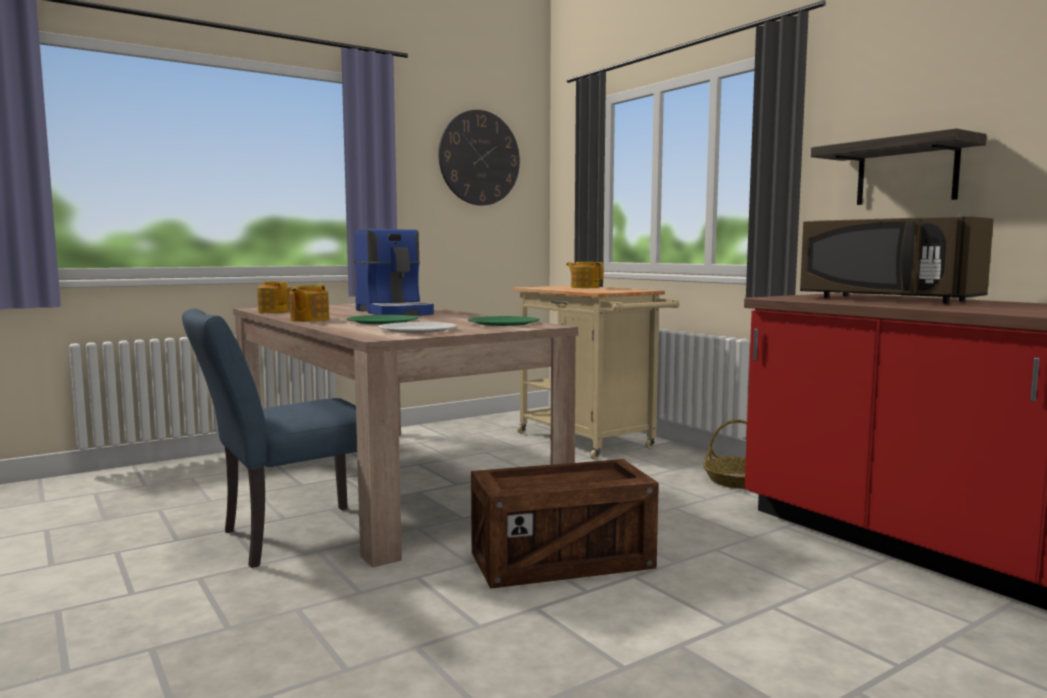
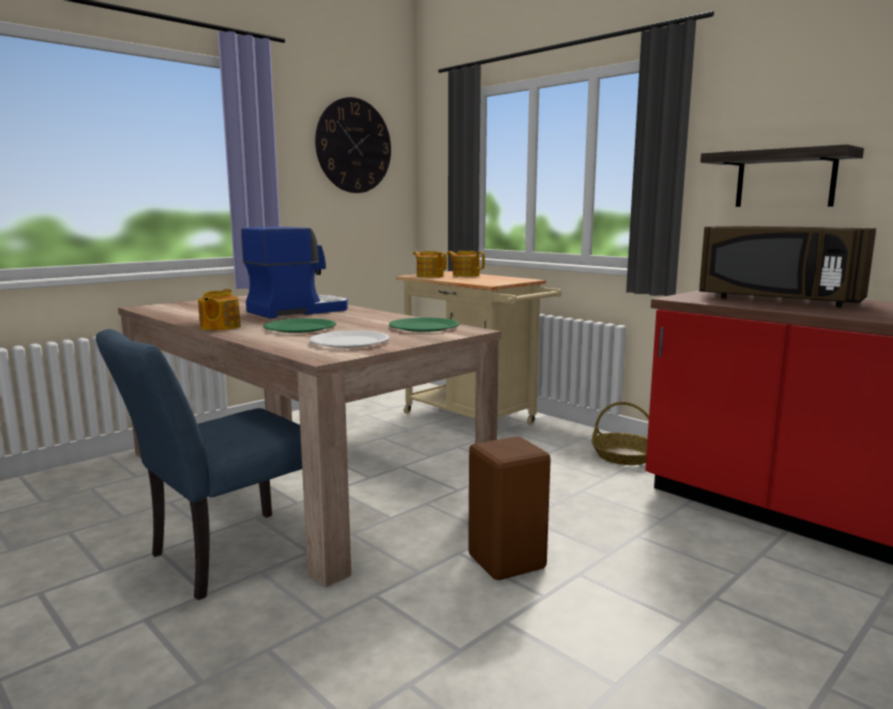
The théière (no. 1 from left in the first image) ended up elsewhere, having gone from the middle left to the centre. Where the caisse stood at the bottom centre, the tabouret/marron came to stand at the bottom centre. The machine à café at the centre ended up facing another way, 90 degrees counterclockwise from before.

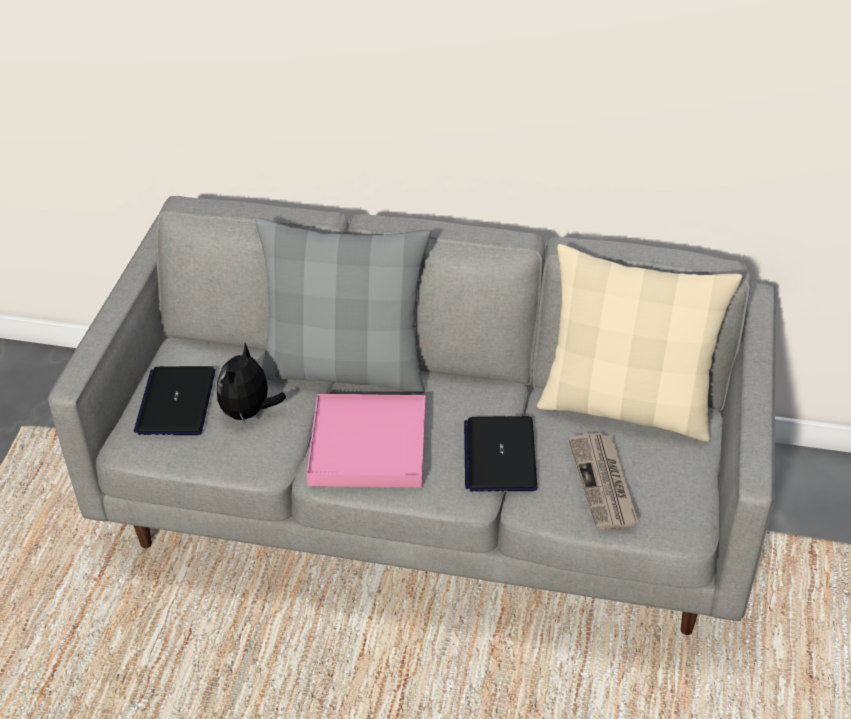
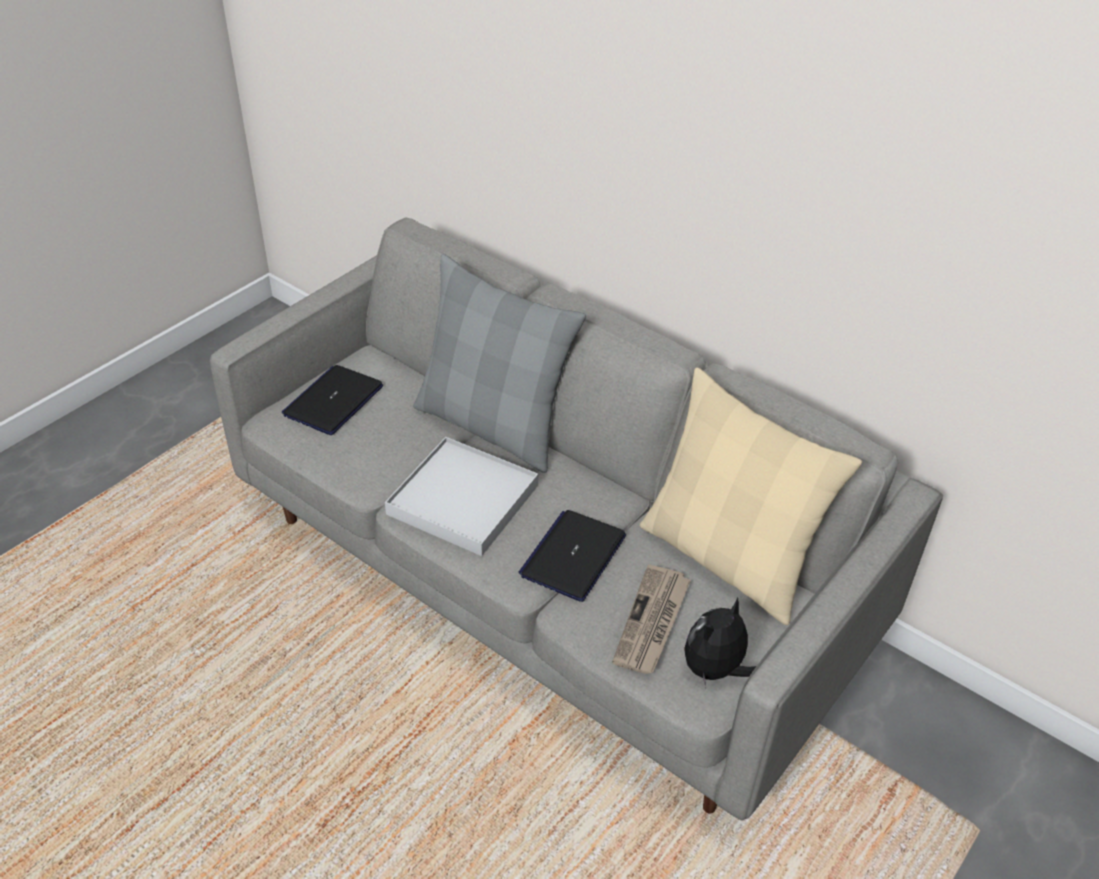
The peluche ended up elsewhere, having gone from the middle left to the bottom centre. What was the plateau/rose at the centre turned into the plateau/blanc at the centre.

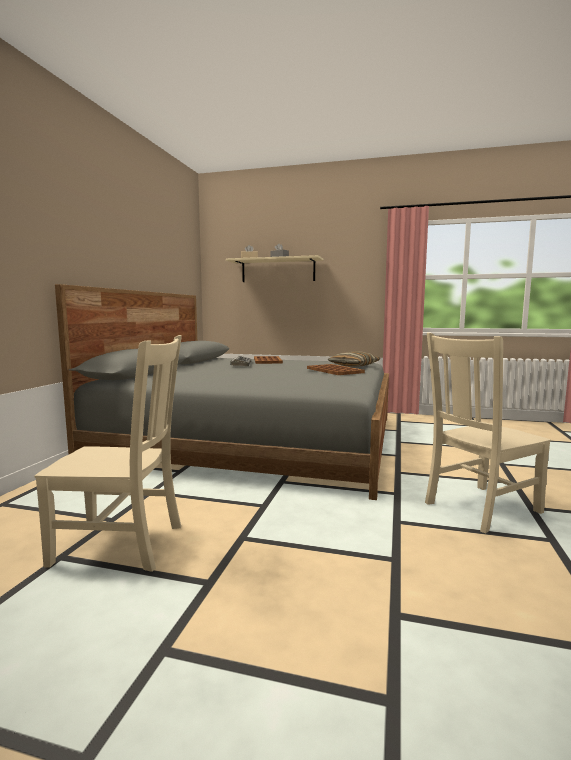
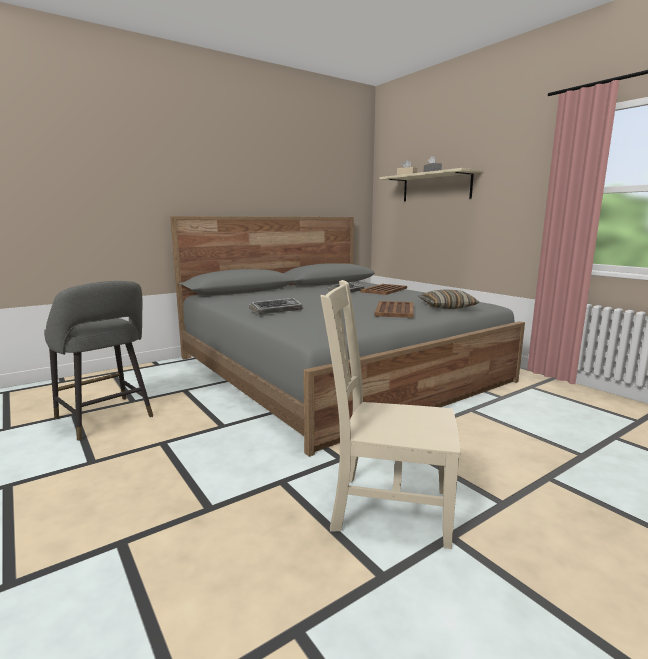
The second view gained the clavier (no. 1 from left) at the centre. Where the chaise/beige (no. 1 from left) stood at the middle left, the tabouret/gris came to stand at the middle left.

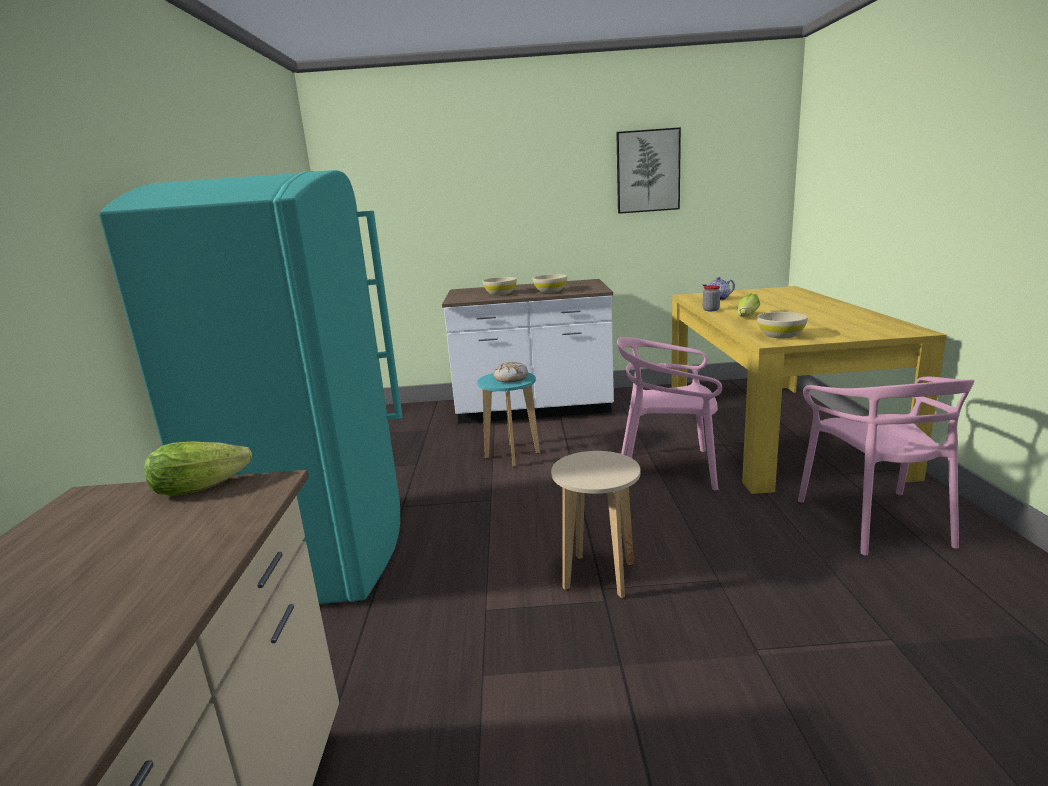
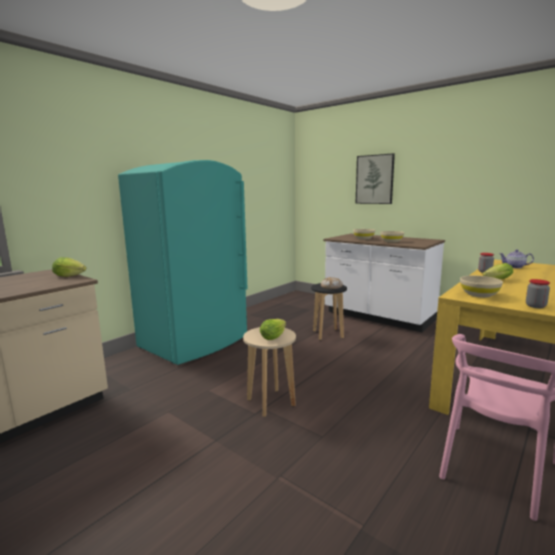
The second view lost the chaise/rose (no. 1 from left) at the centre. The second view gained the laitue (no. 2 from left) at the centre. The second view gained the bocal (no. 2 from left) at the middle right. The tableau ended up elsewhere, having gone from the top centre to the top right. What was the tabouret/turquoise at the centre turned into the tabouret/noir at the centre.

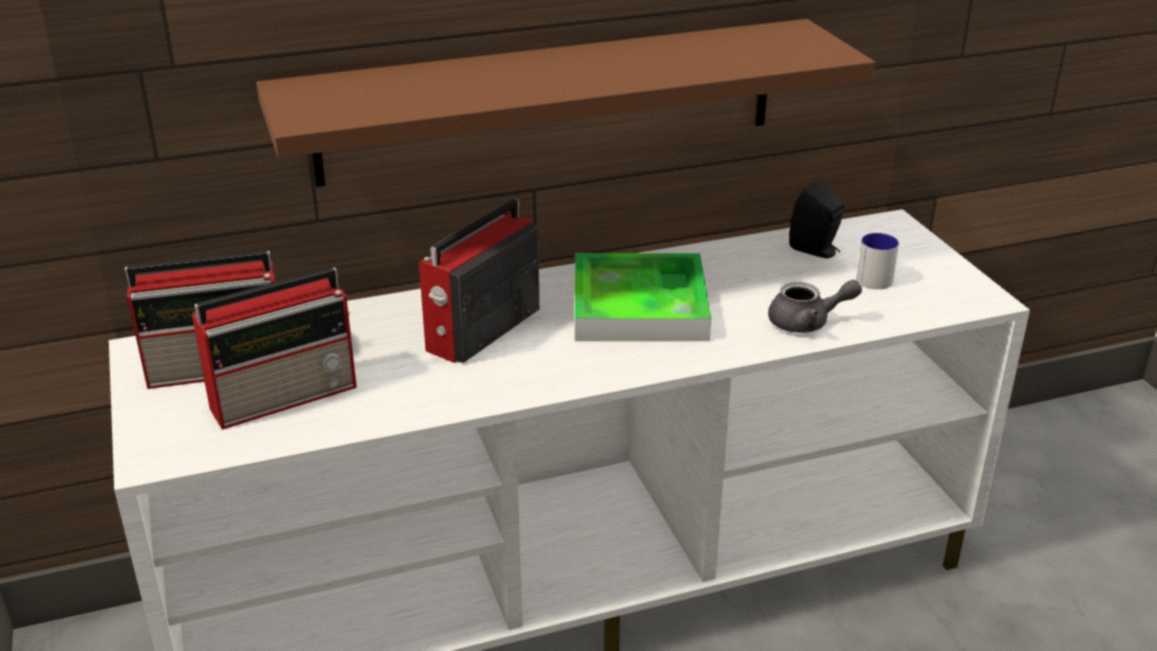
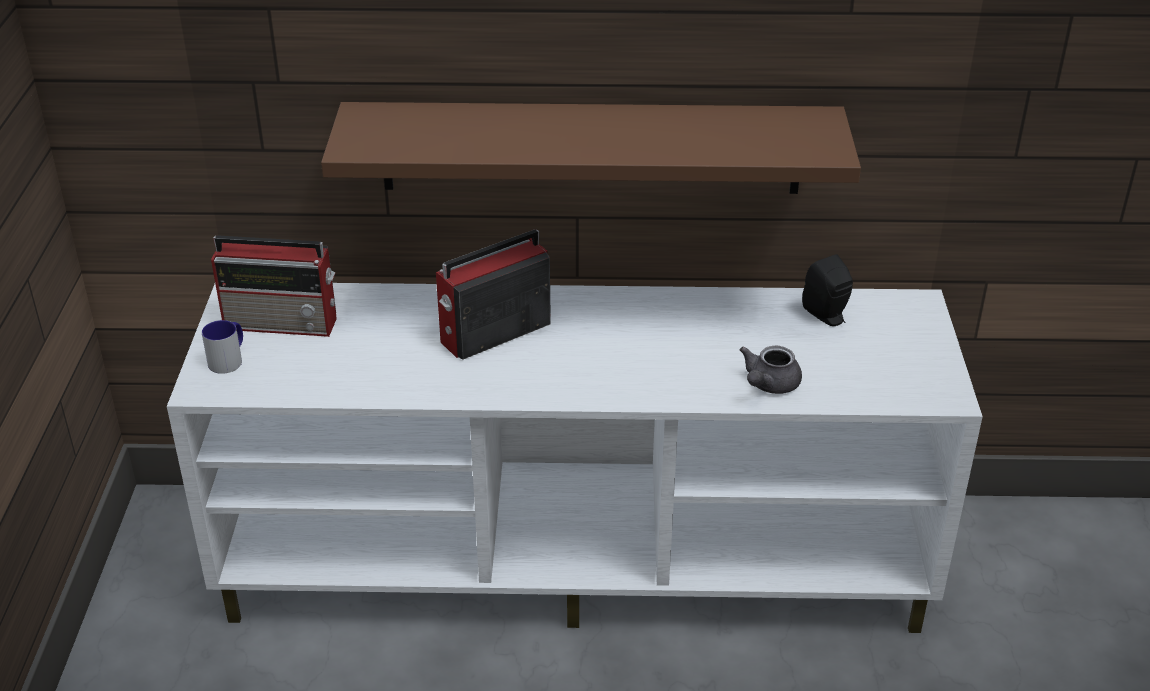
The second view lost the radio (no. 2 from left) at the middle left. The second view lost the plateau at the centre. The mug ended up elsewhere, having gone from the middle right to the middle left. The théière/gris at the middle right ended up facing another way, 105 degrees clockwise from before.

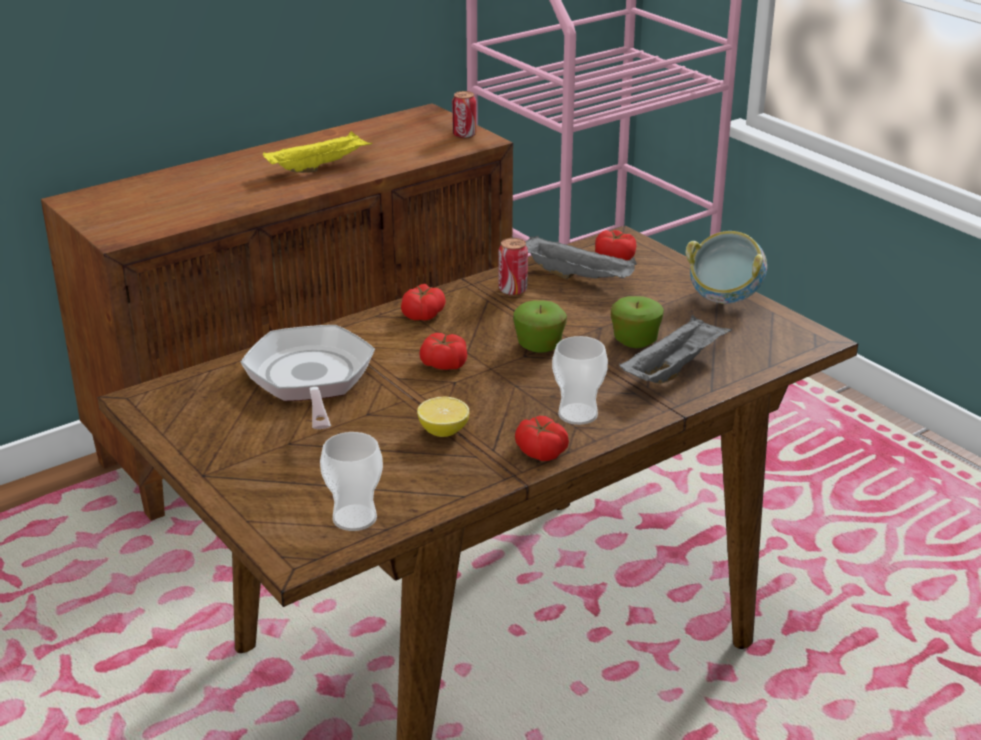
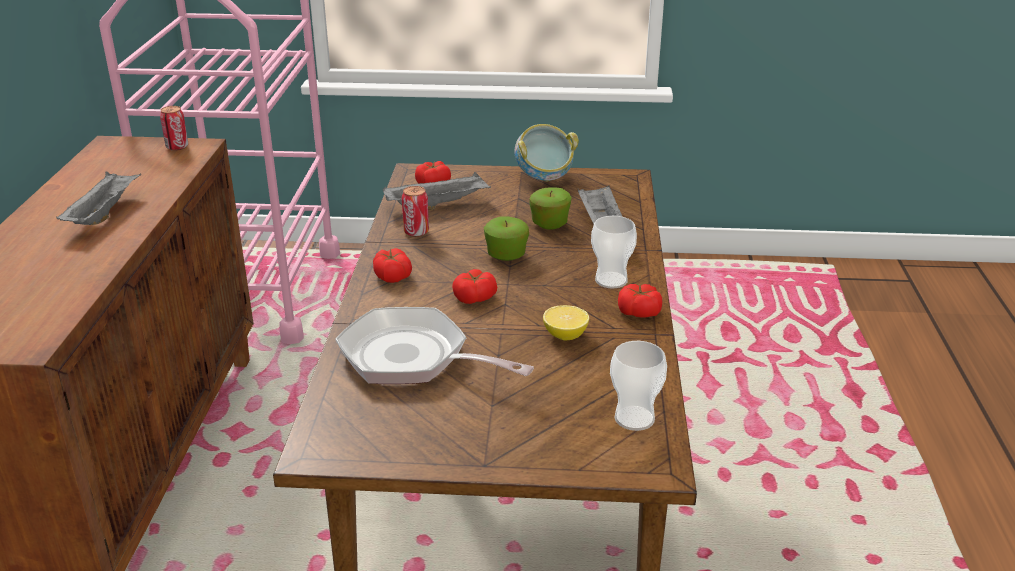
What was the plateau/jaune at the top left turned into the plateau/gris (no. 1 from left) at the middle left.

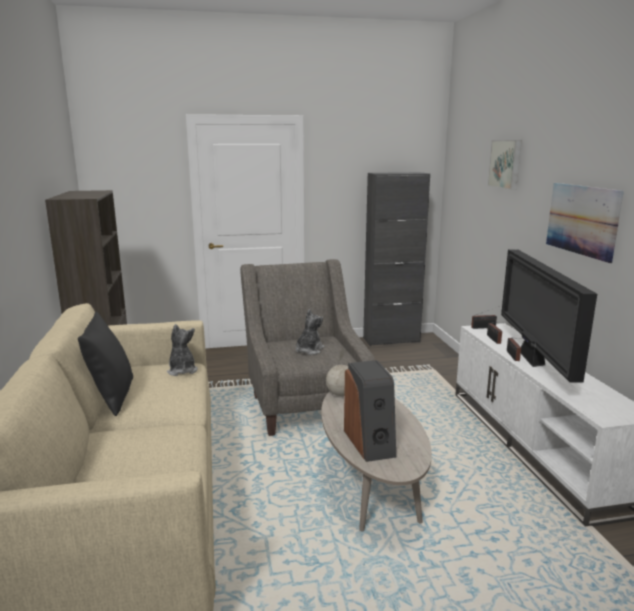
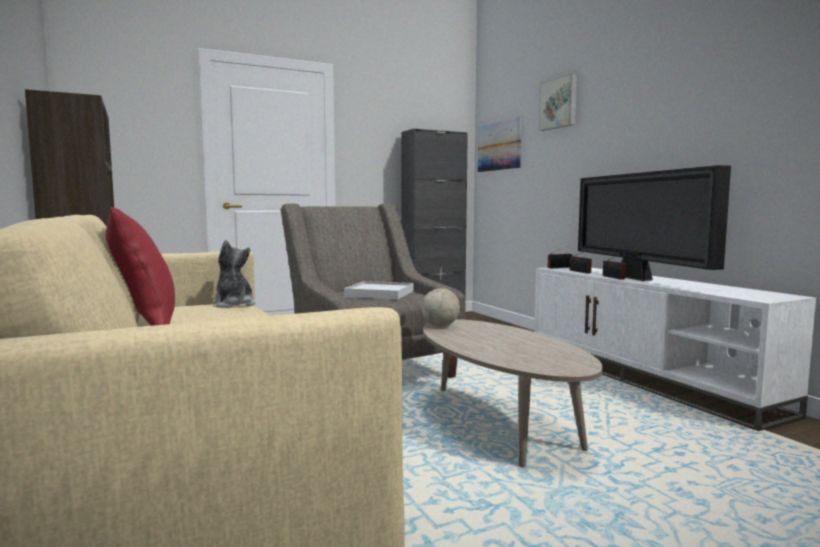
The second view lost the enceinte at the bottom centre. The tableau (no. 2 from left in the first image) ended up elsewhere, having gone from the middle right to the top centre. Where the peluche (no. 2 from left) stood at the centre, the plateau/blanc came to stand at the centre. What was the coussin/noir at the middle left turned into the coussin/rouge at the middle left.

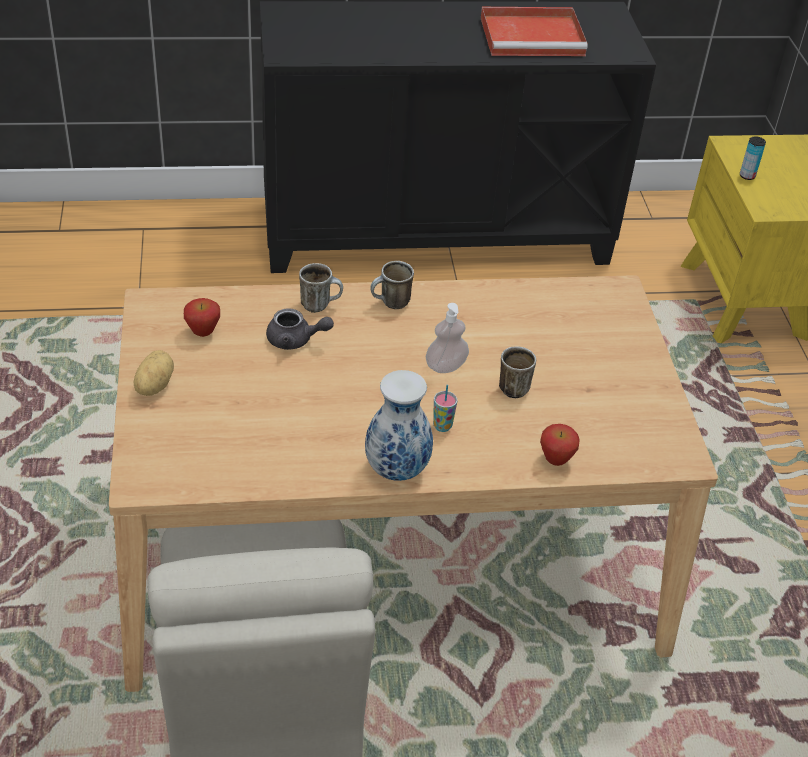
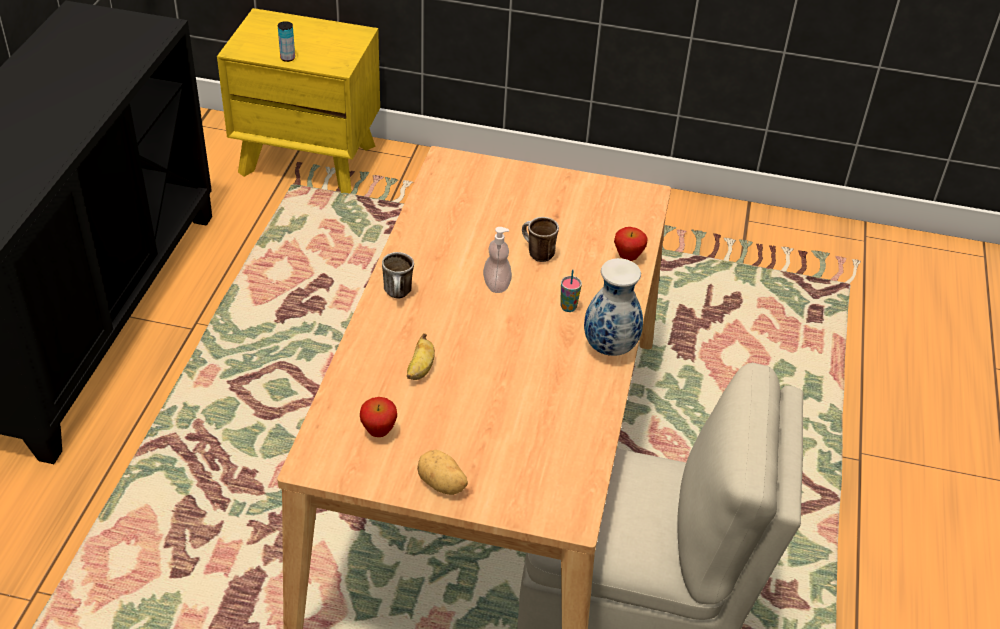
The second view lost the mug (no. 1 from left) at the centre. The second view lost the plateau/rouge at the top centre. Where the théière/gris stood at the centre, the banane came to stand at the centre.

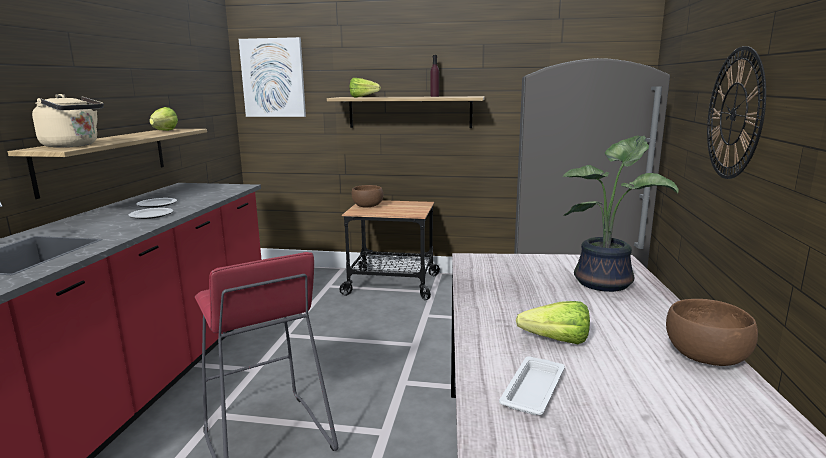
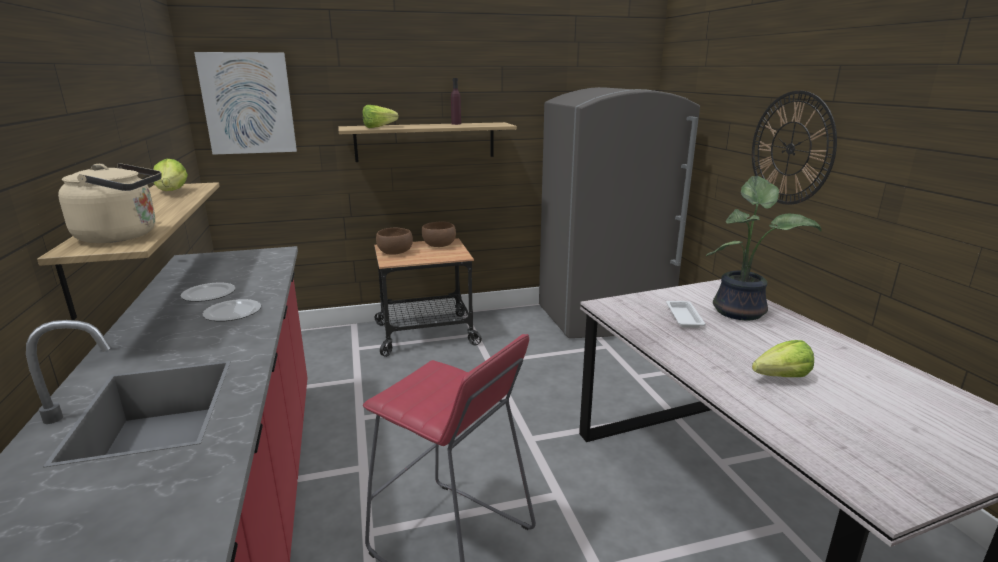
The plateau/blanc ended up elsewhere, having gone from the bottom centre to the middle right. The bol/marron (no. 2 from left) ended up elsewhere, having gone from the bottom right to the centre.

